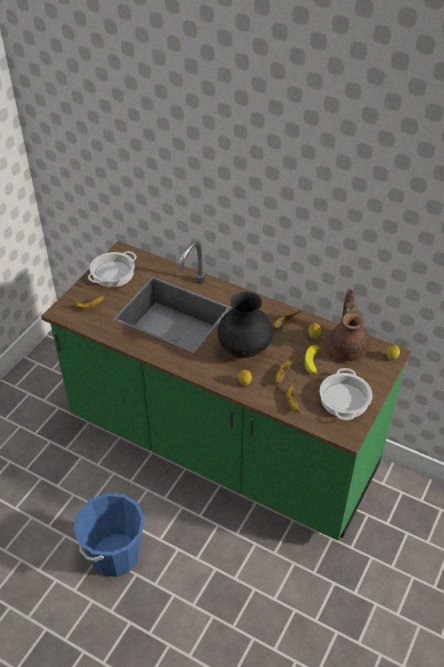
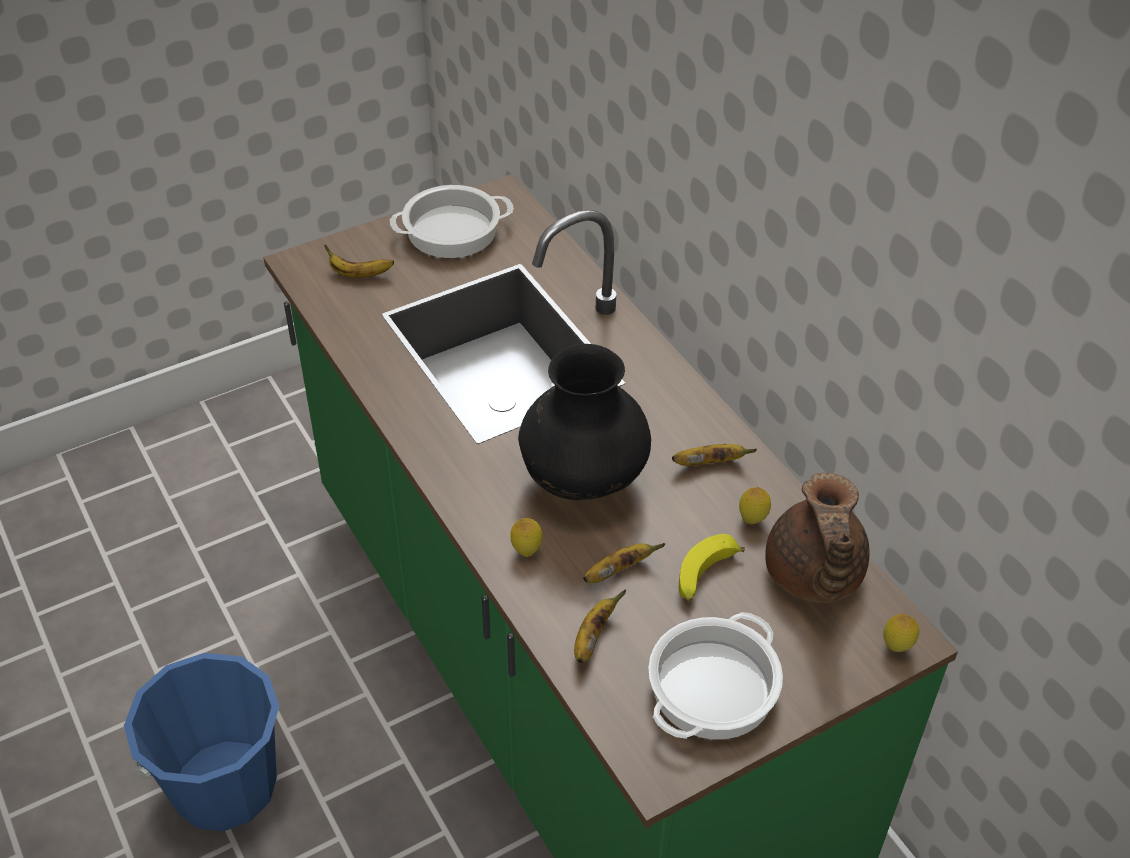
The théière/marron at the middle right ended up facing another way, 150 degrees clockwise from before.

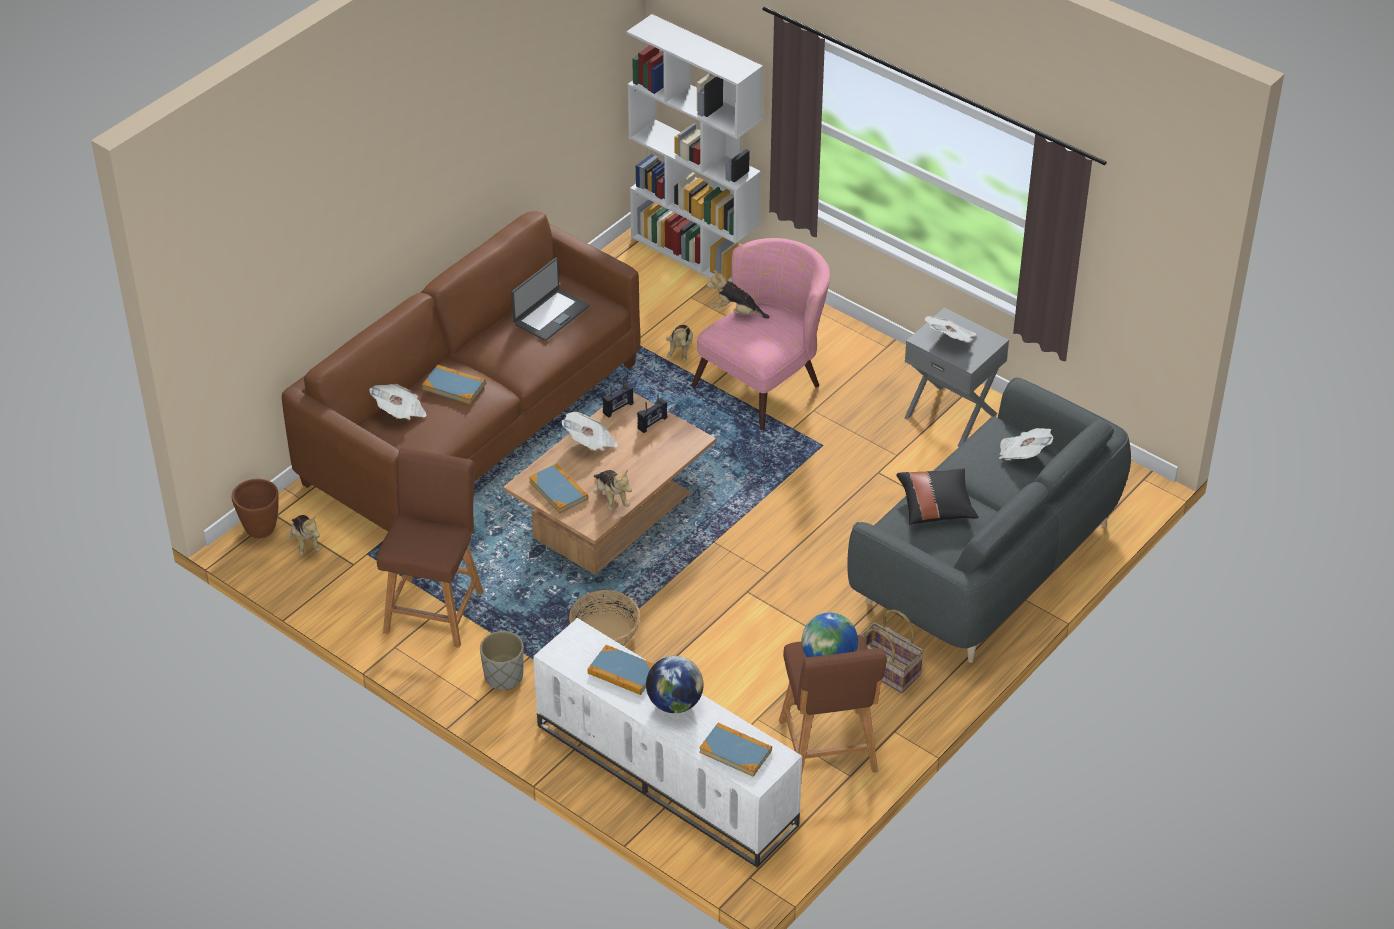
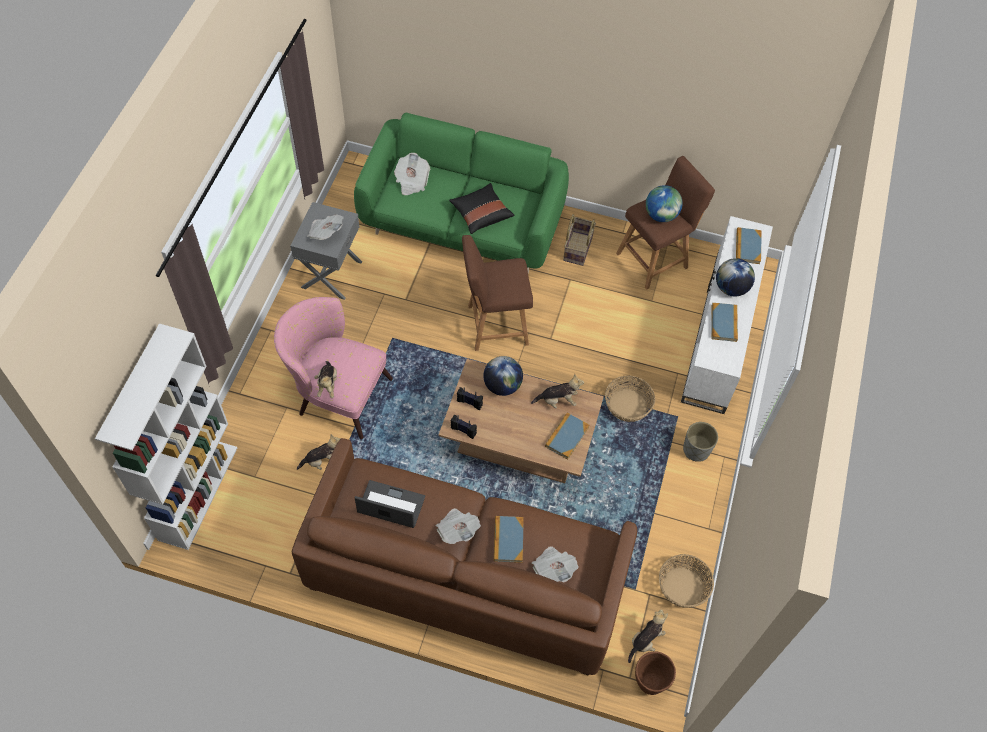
The second view gained the globe (no. 1 from left) at the centre. The second view gained the panier (no. 3 from left) at the bottom right. The tabouret/marron (no. 1 from left) ended up elsewhere, having gone from the middle left to the centre. The journal (no. 2 from left in the first image) ended up elsewhere, having gone from the centre to the bottom centre. What was the canapé/gris at the middle right turned into the canapé/vert at the top centre. The peluche (no. 2 from left in the first image) at the centre ended up facing another way, 45 degrees clockwise from before.

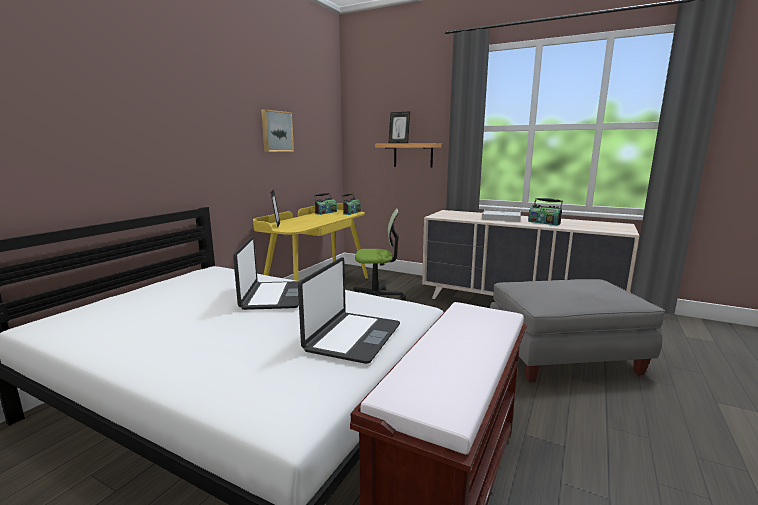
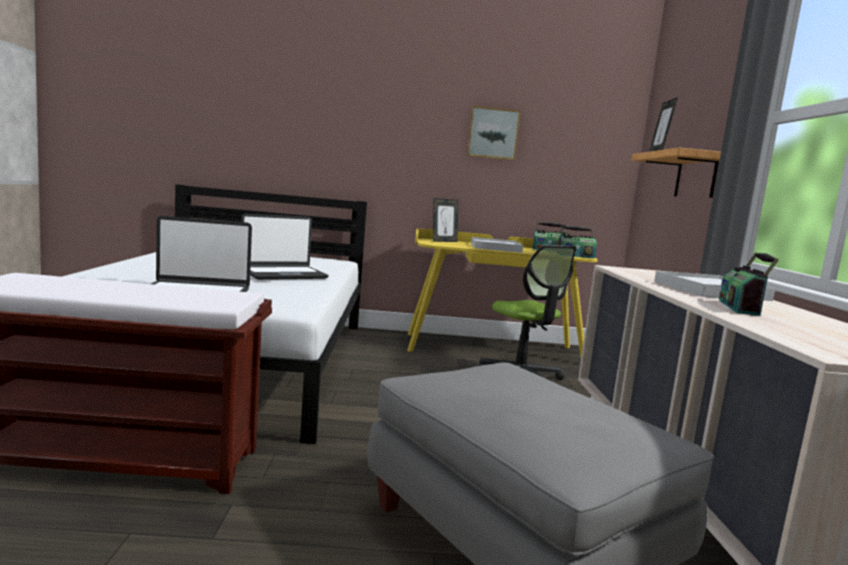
The second view gained the plateau/blanc (no. 1 from left) at the centre.

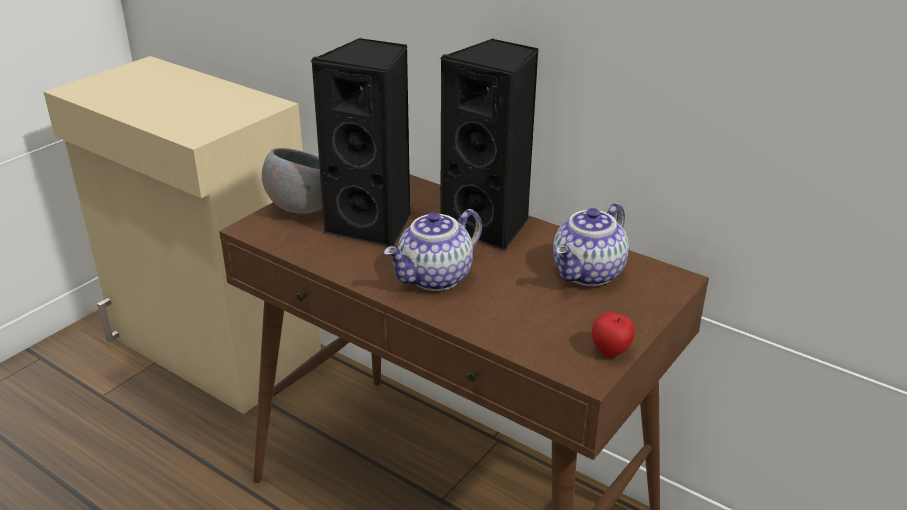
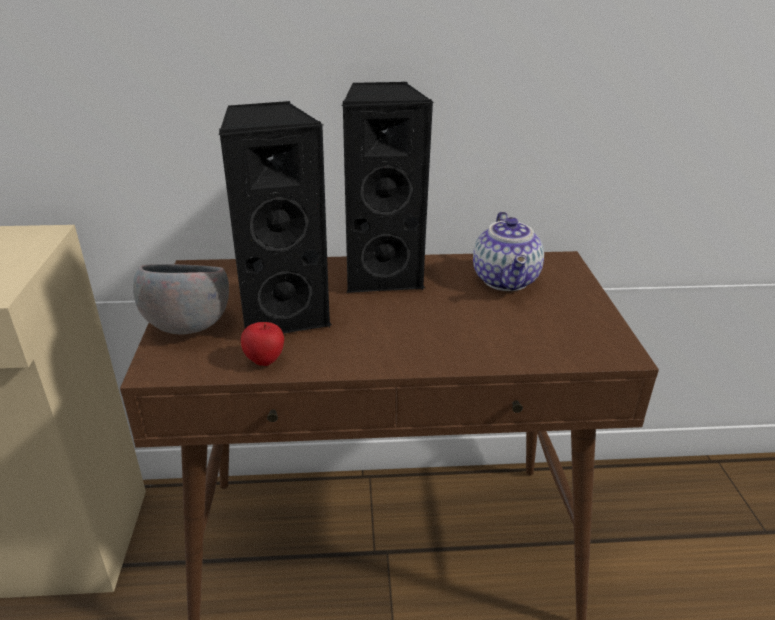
The second view lost the théière (no. 1 from left) at the centre. The pomme ended up elsewhere, having gone from the middle right to the centre.

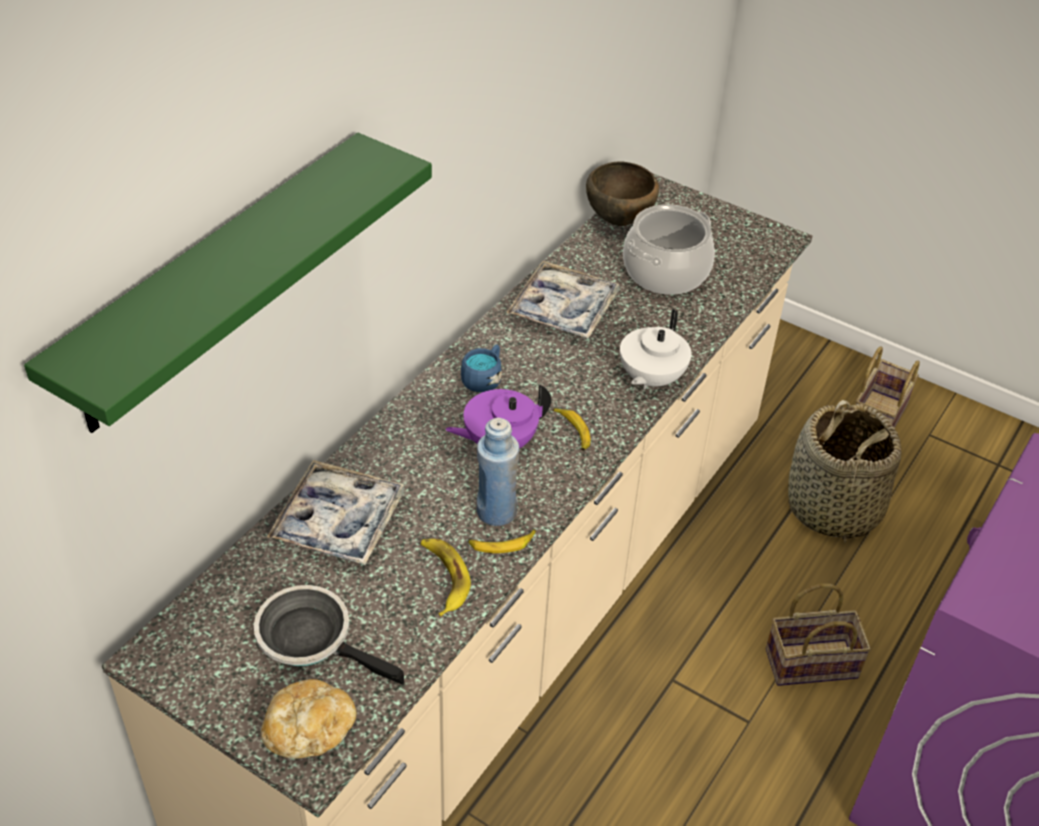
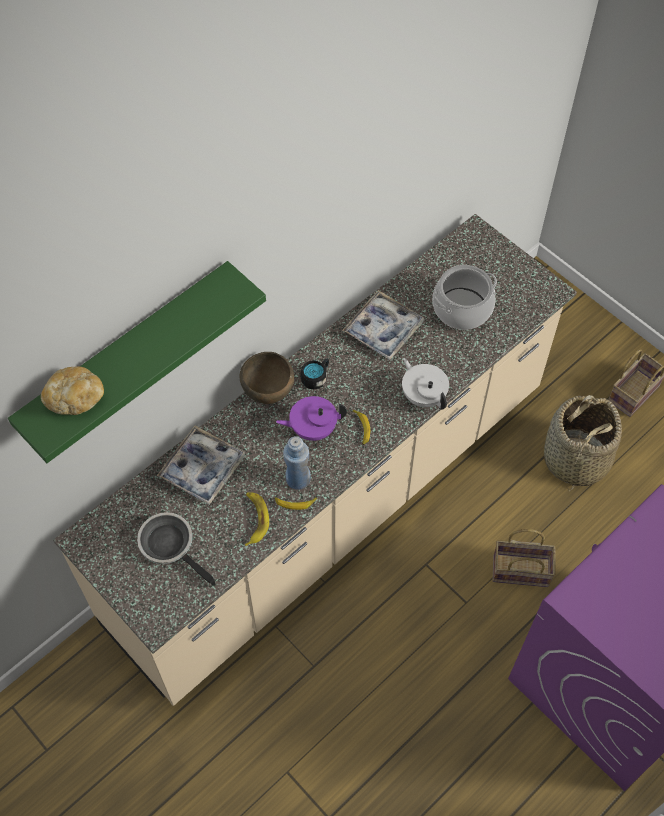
The pain ended up elsewhere, having gone from the bottom left to the middle left. The bol/marron ended up elsewhere, having gone from the top centre to the centre. What was the mug/bleu at the centre turned into the mug/noir at the centre. The théière/blanc at the centre ended up facing another way, 105 degrees clockwise from before.

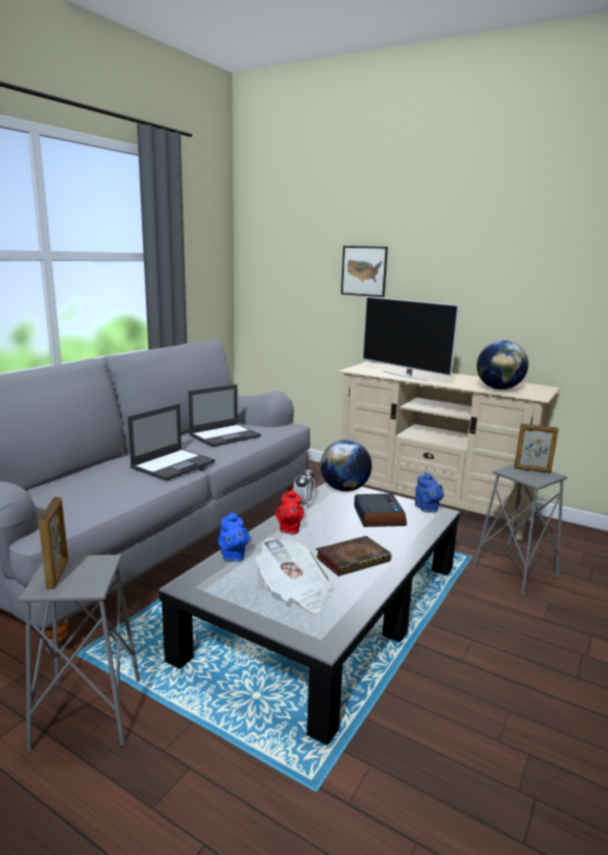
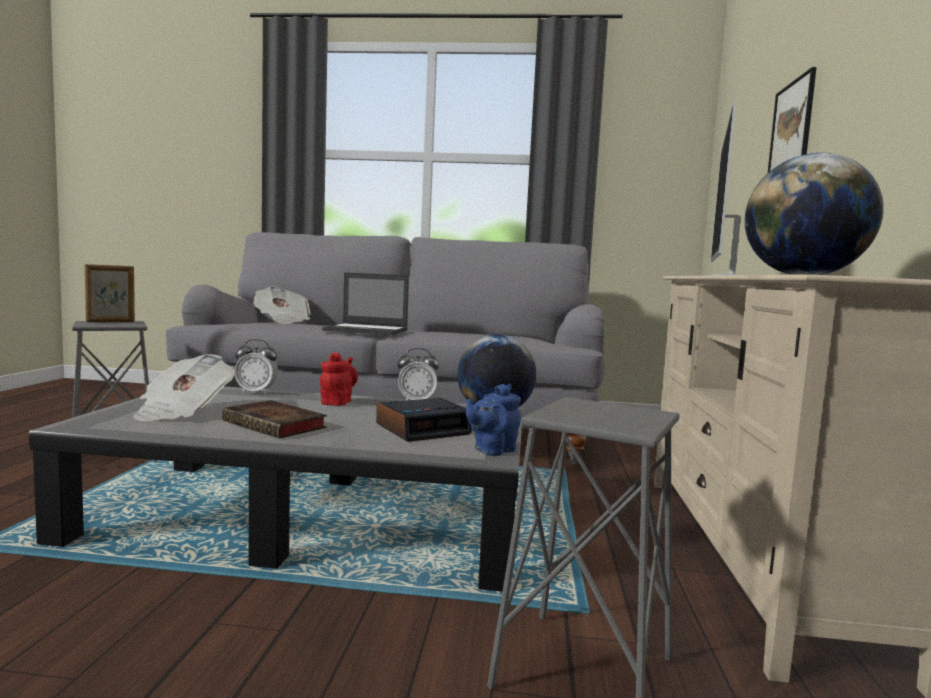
The second view lost the ordinateur portable (no. 2 from left) at the centre. The second view lost the cadre photo (no. 2 from left) at the middle right. The second view gained the journal (no. 2 from left) at the middle left. Where the théière/bleu (no. 1 from left) stood at the centre, the réveil (no. 1 from left) came to stand at the middle left. The théière/rouge at the centre ended up facing another way, 120 degrees clockwise from before.

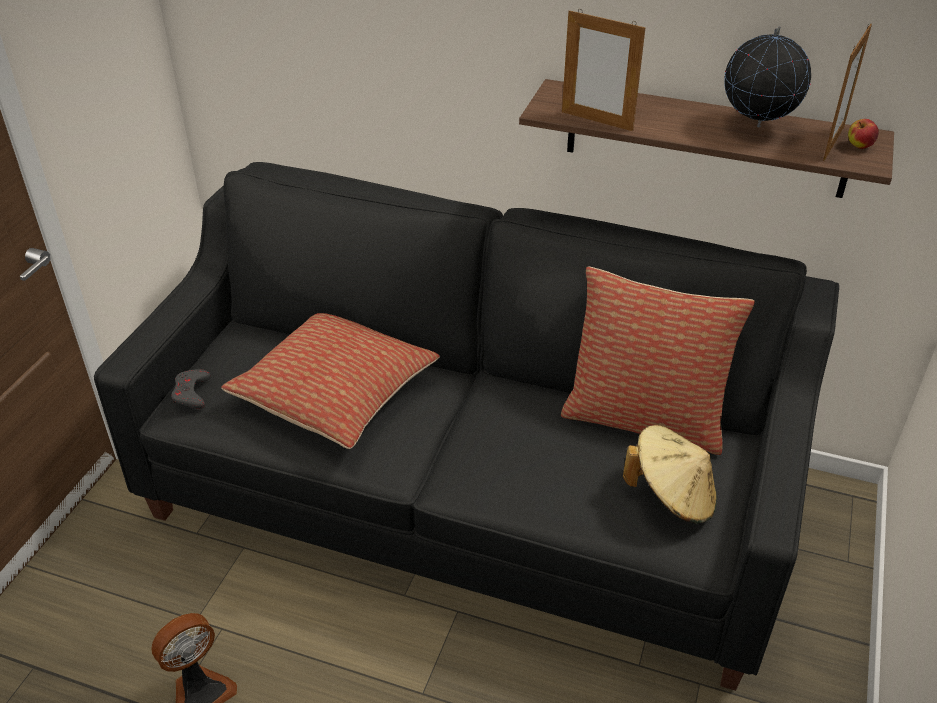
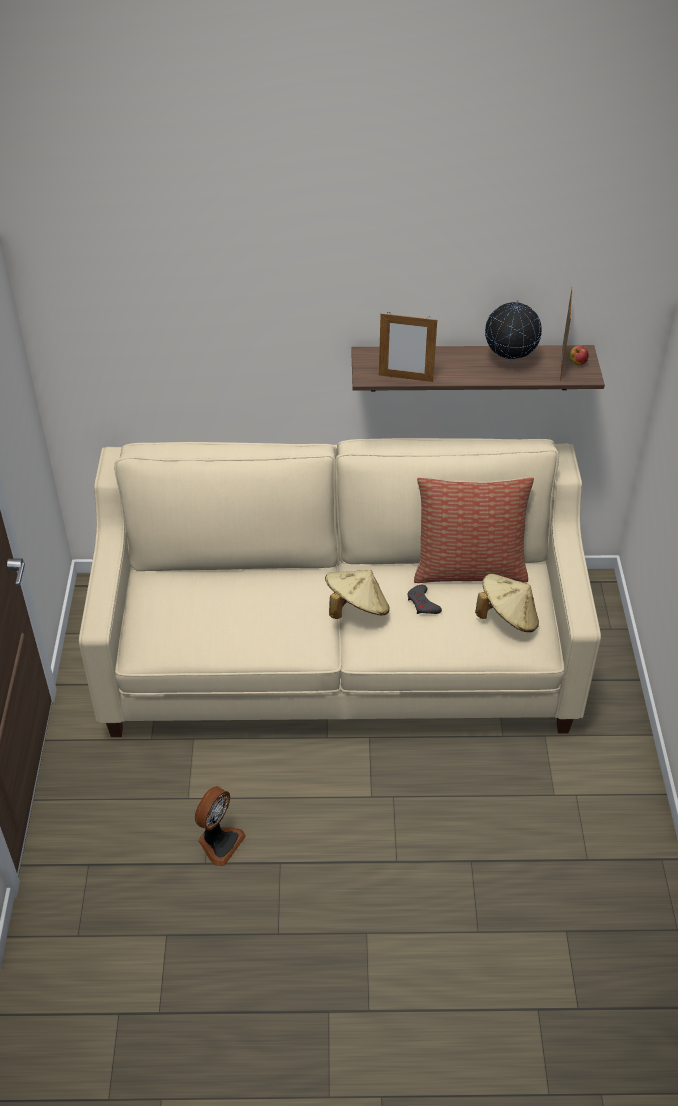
The second view lost the coussin (no. 1 from left) at the centre. The second view gained the chapeau/beige (no. 1 from left) at the centre. The manette/gris ended up elsewhere, having gone from the middle left to the centre. What was the canapé/noir at the centre turned into the canapé/beige at the centre.

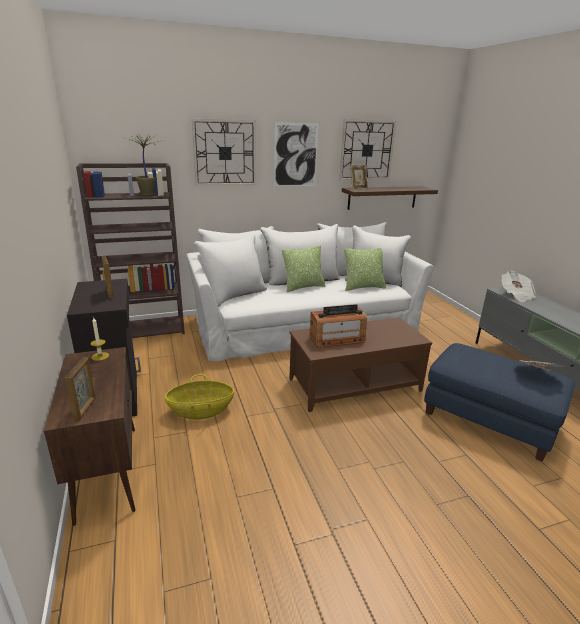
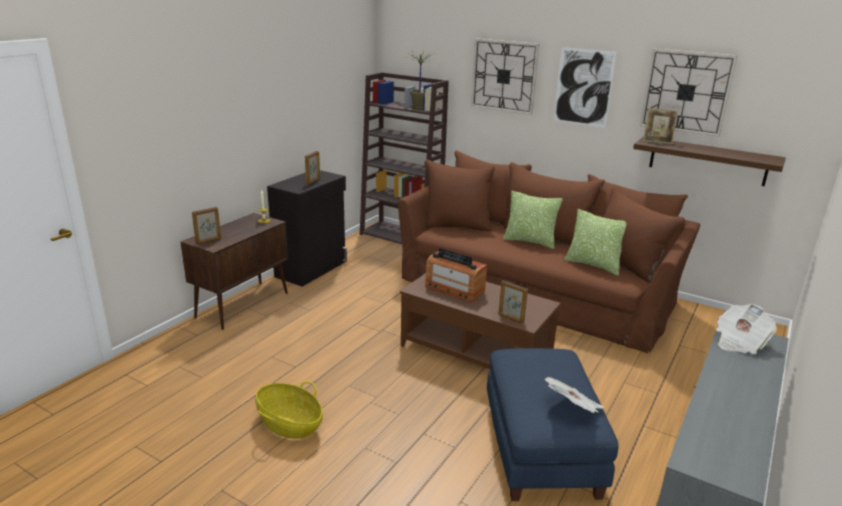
The second view gained the cadre photo (no. 3 from left) at the centre. The panier ended up elsewhere, having gone from the centre to the bottom centre. What was the canapé/blanc at the centre turned into the canapé/marron at the centre.

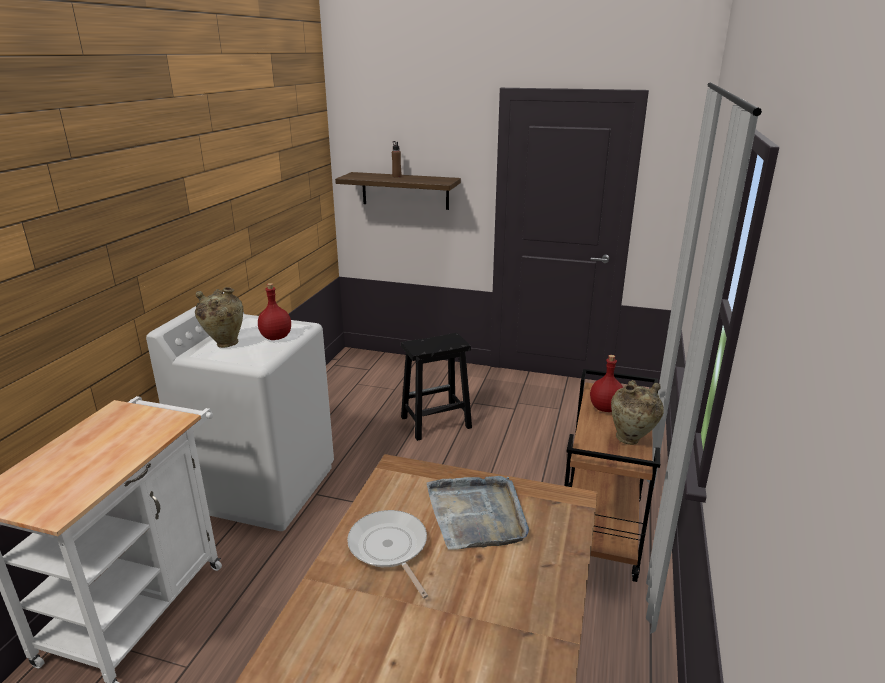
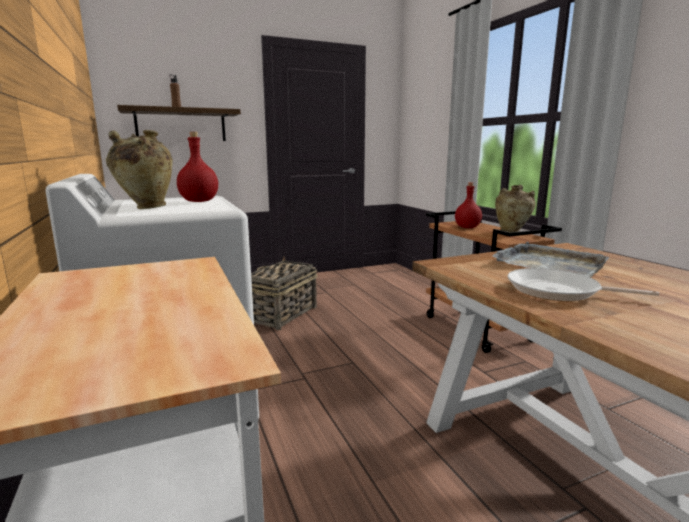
Where the tabouret/noir stood at the centre, the panier came to stand at the centre.

